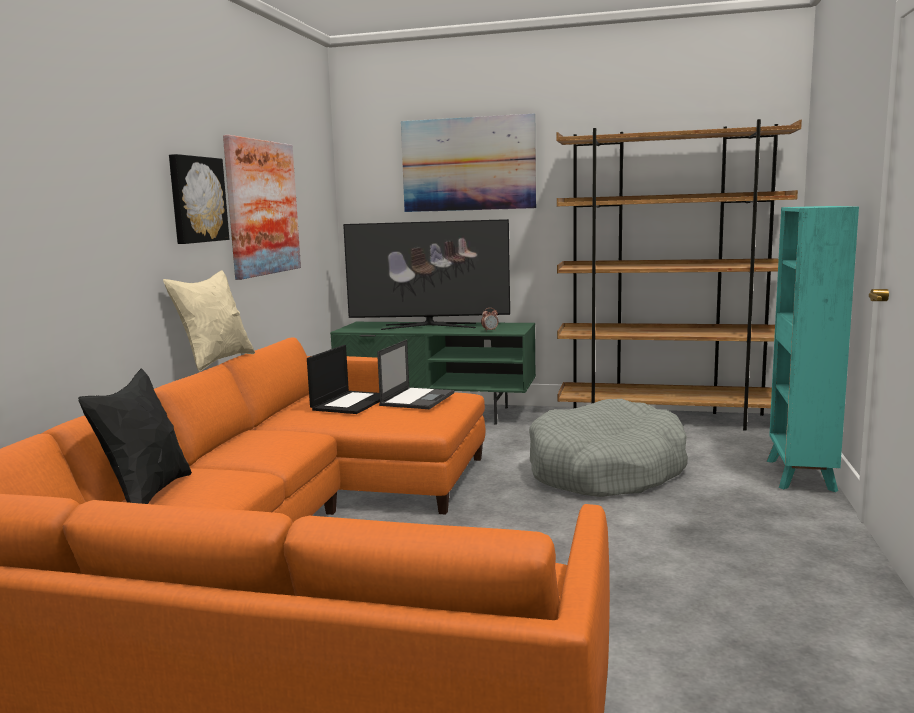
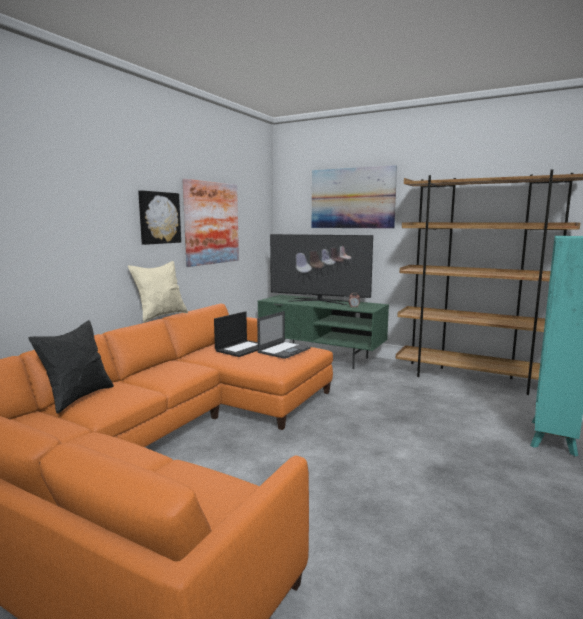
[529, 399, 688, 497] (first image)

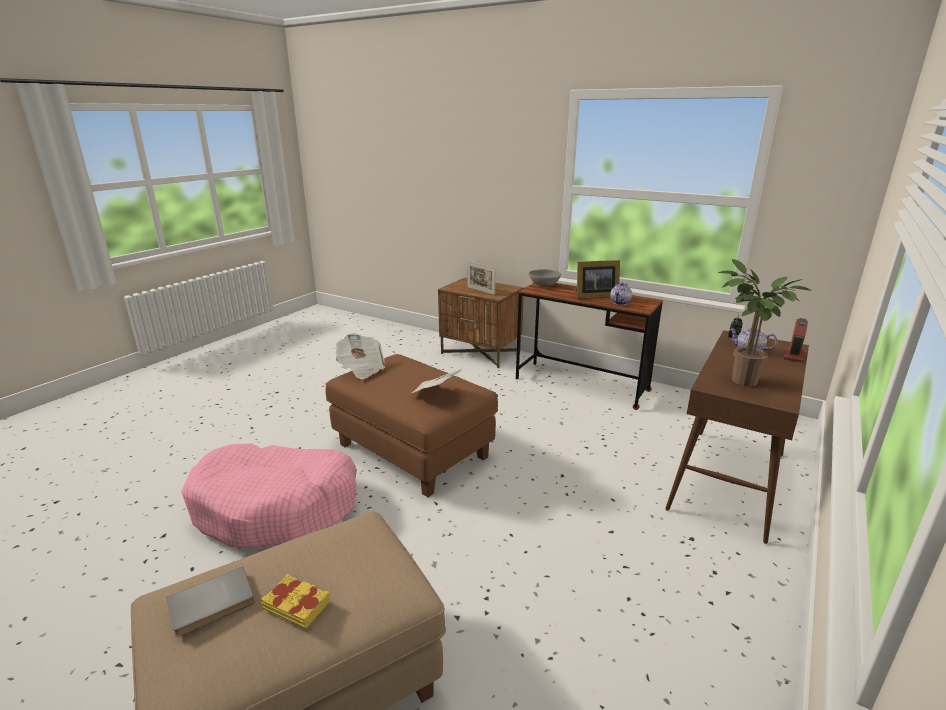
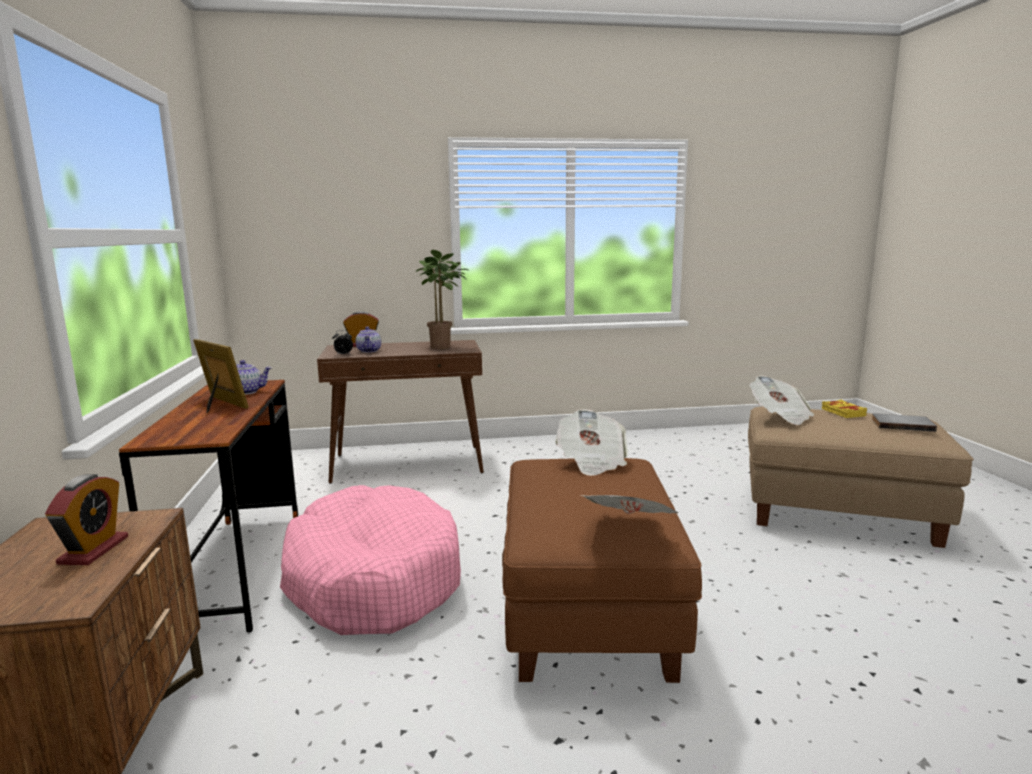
[529, 269, 561, 287] (first image)
[750, 375, 814, 425]
[280, 485, 461, 635]
[45, 474, 128, 565]

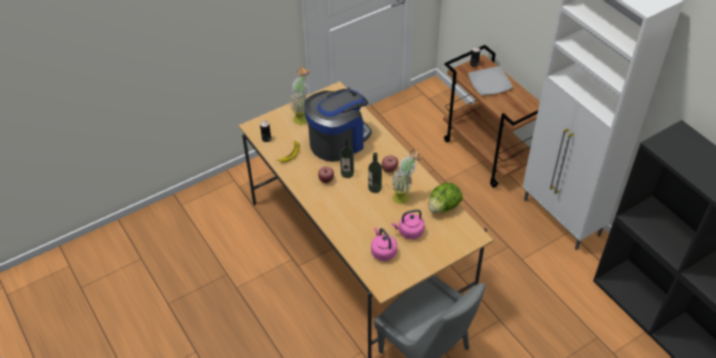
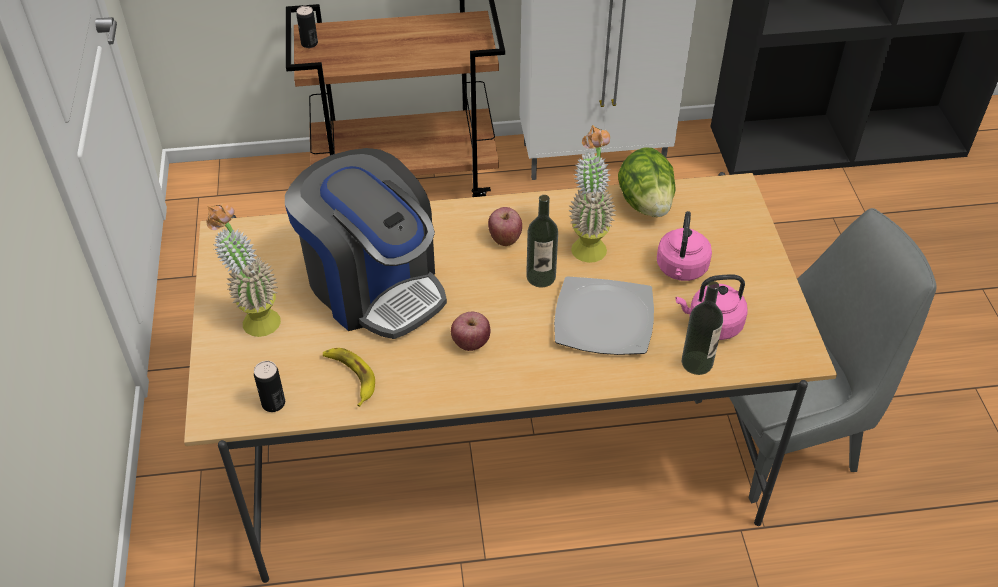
[682, 281, 723, 375]
[554, 276, 654, 355]
[285, 148, 447, 339]

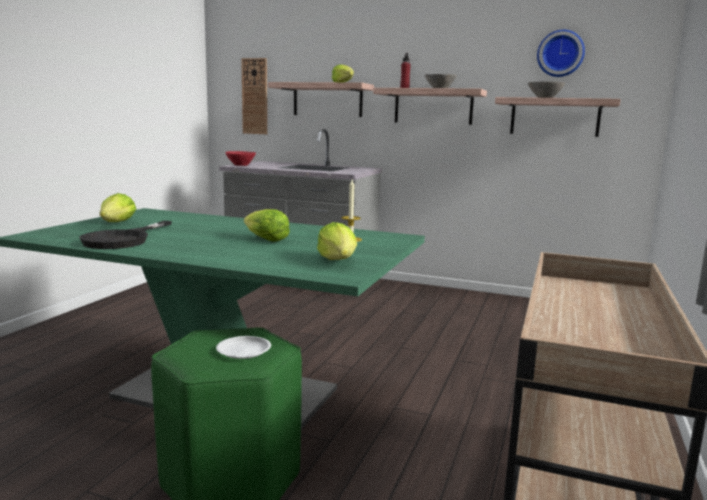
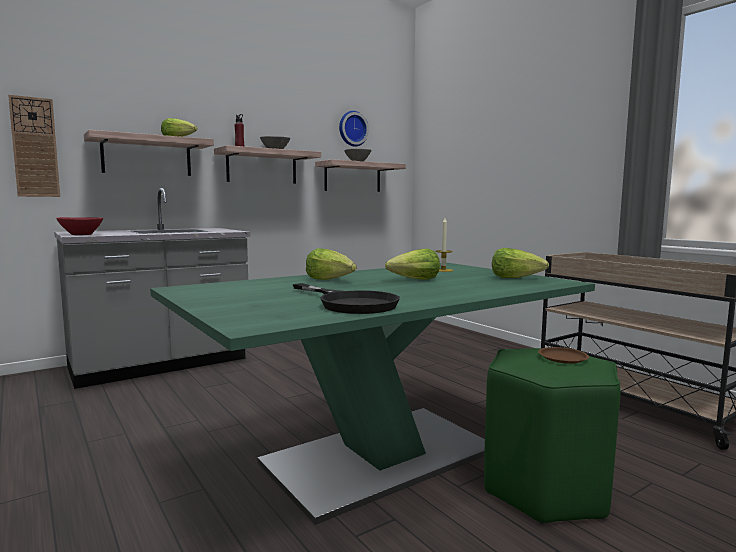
[306, 248, 356, 280]
[538, 347, 589, 364]

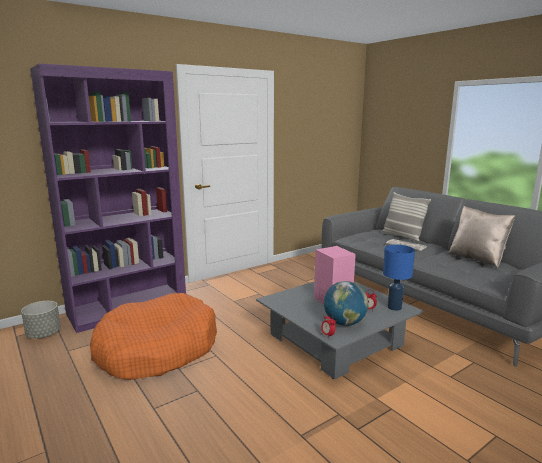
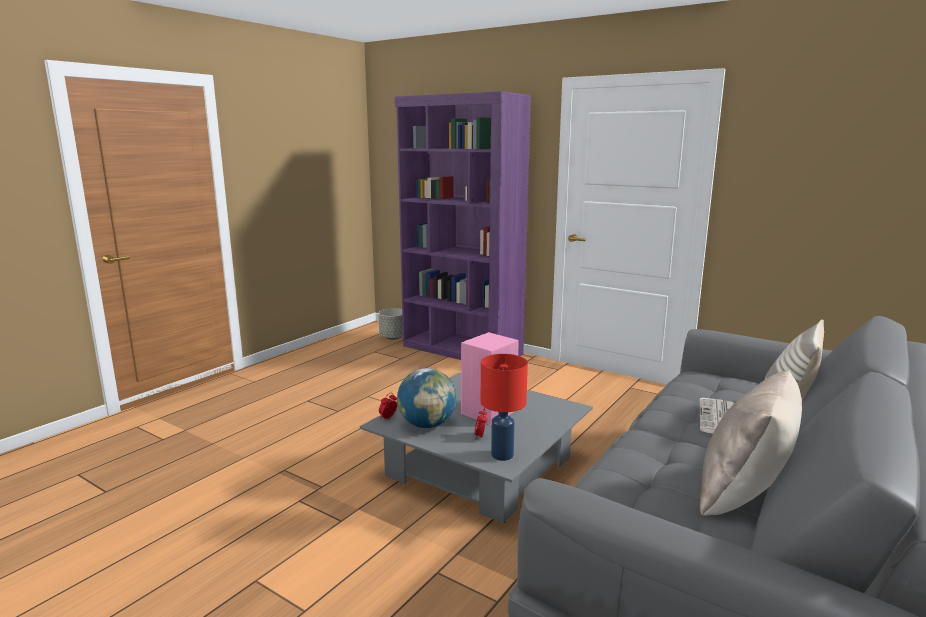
[90, 293, 217, 380] (first image)
[481, 354, 528, 461]

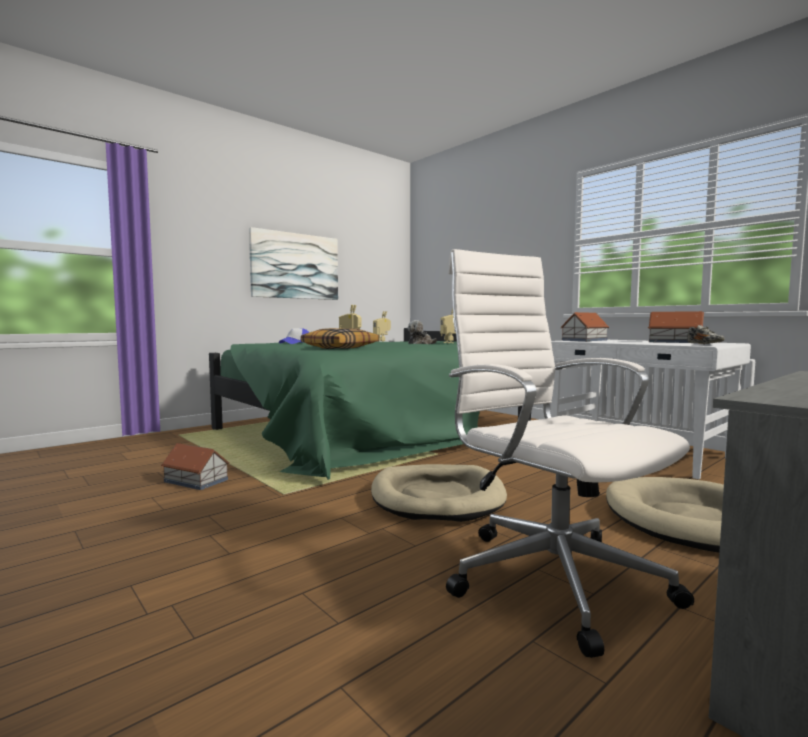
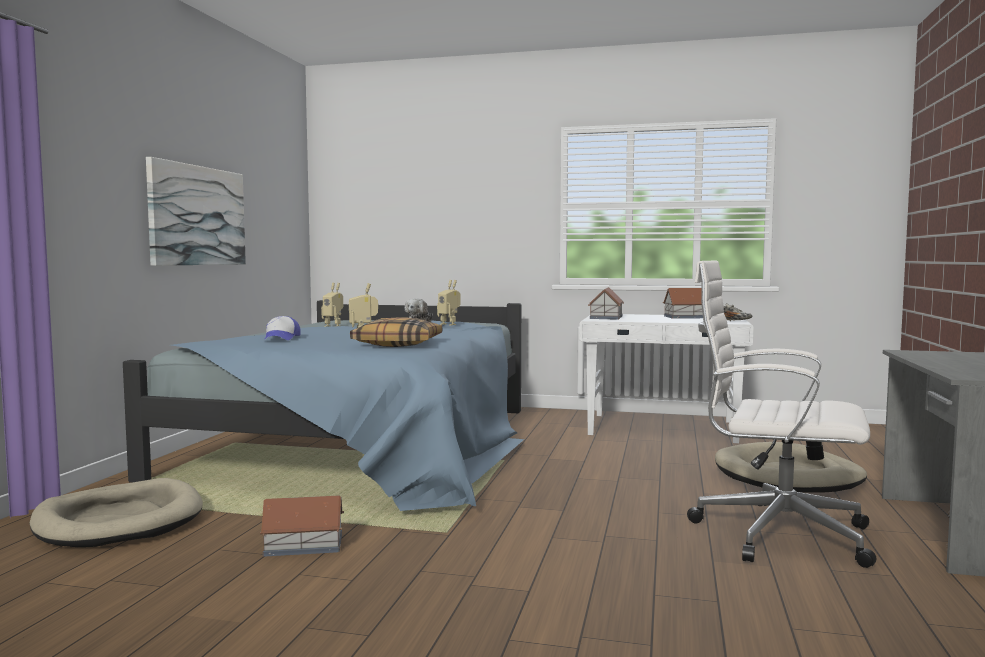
[30, 478, 203, 547]
[123, 300, 524, 511]

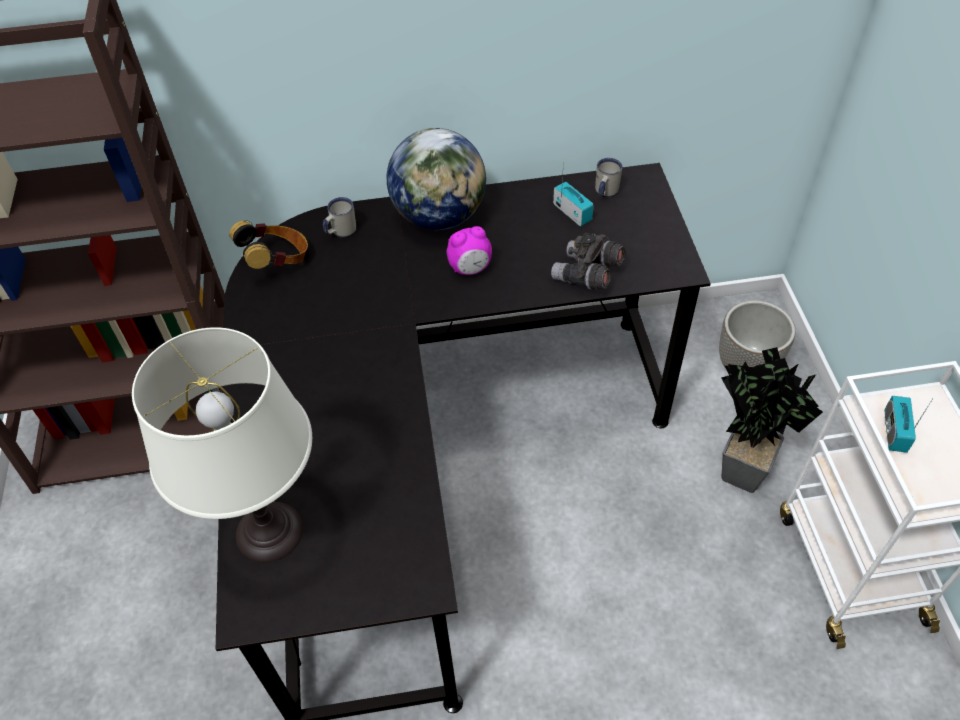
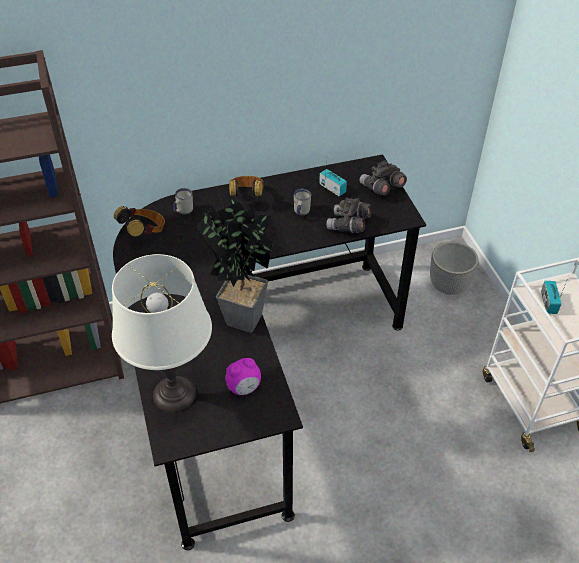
[359, 160, 407, 195]
[225, 358, 261, 395]
[294, 189, 311, 215]
[197, 194, 273, 333]
[229, 176, 264, 196]

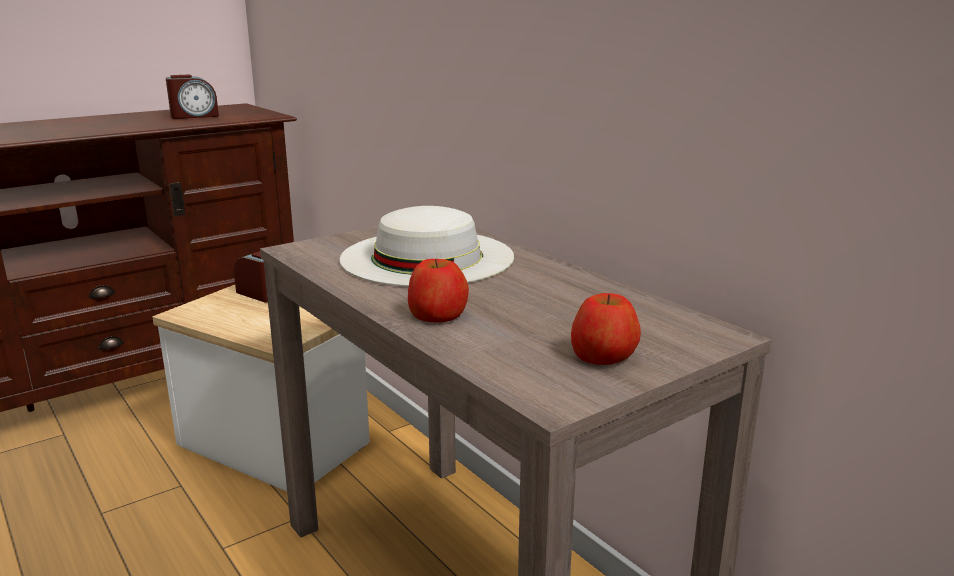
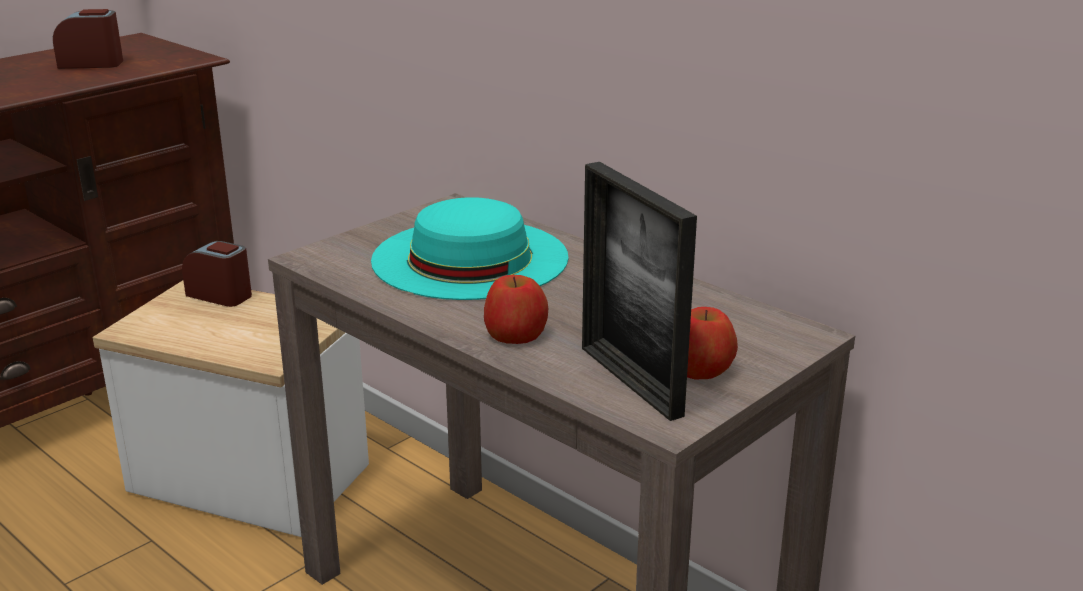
[582, 162, 697, 421]
[371, 197, 569, 300]
[53, 9, 123, 69]

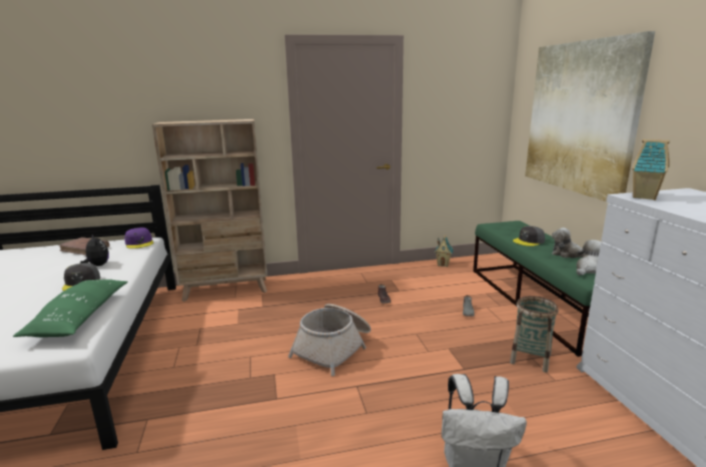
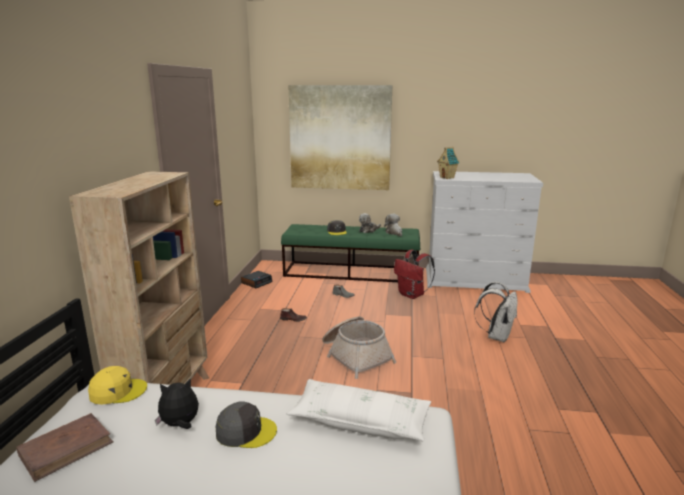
[241, 271, 273, 288]
[394, 250, 435, 299]
[286, 379, 431, 441]
[88, 366, 147, 405]

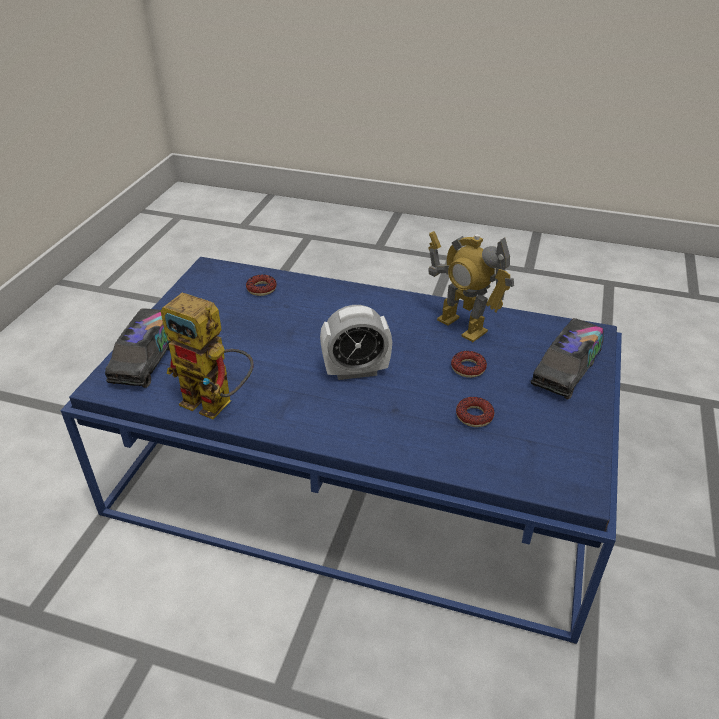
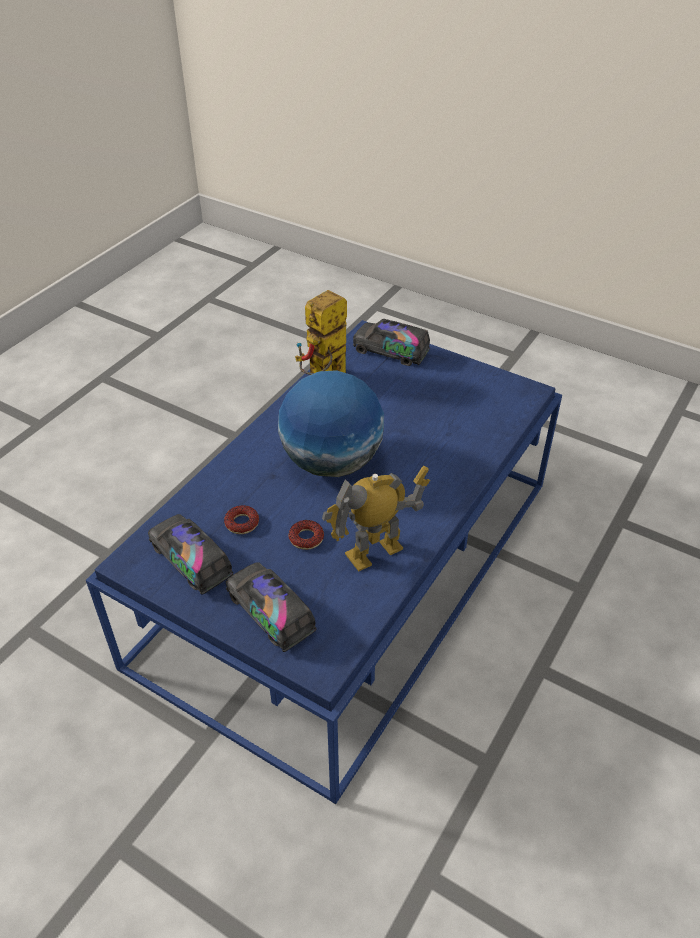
[246, 274, 277, 296] (first image)
[148, 514, 233, 595]
[278, 370, 384, 477]

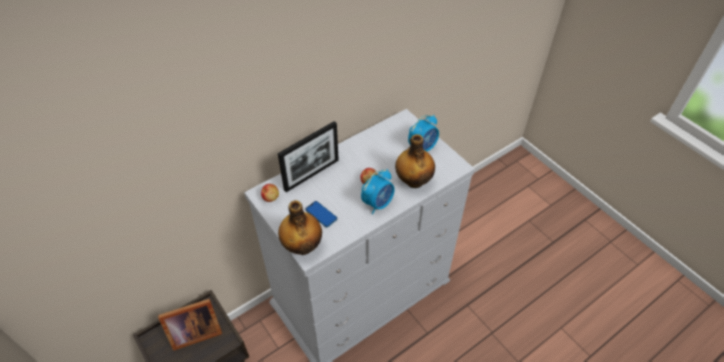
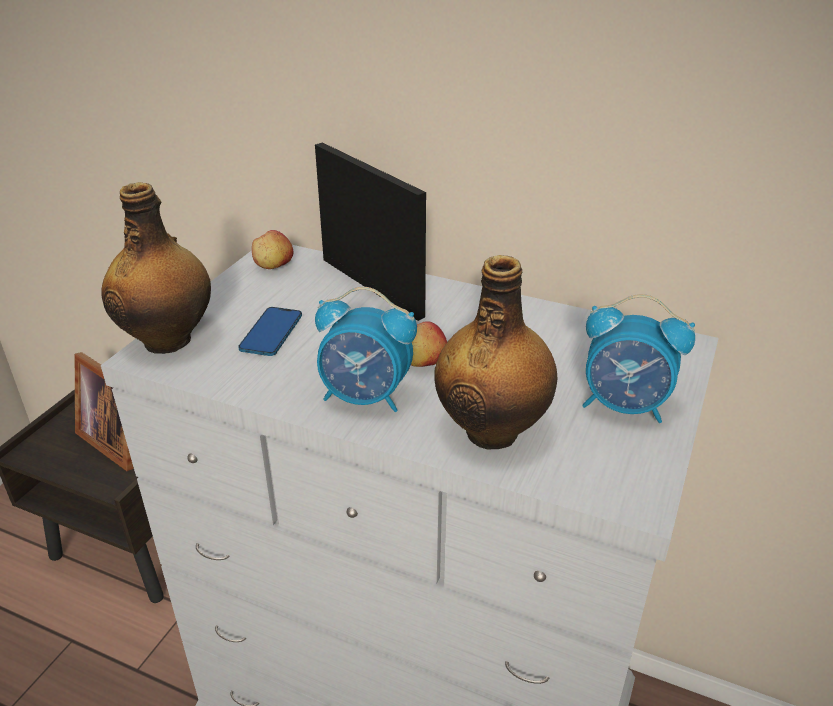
[315, 143, 426, 321]

